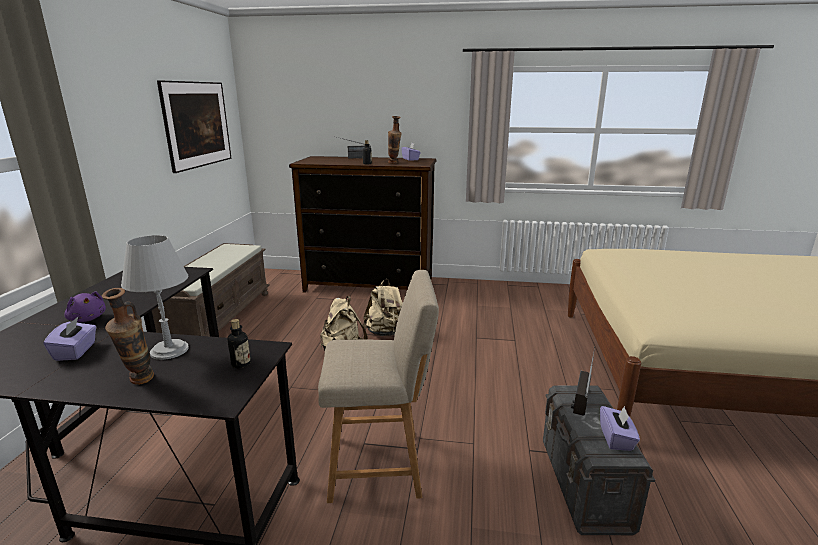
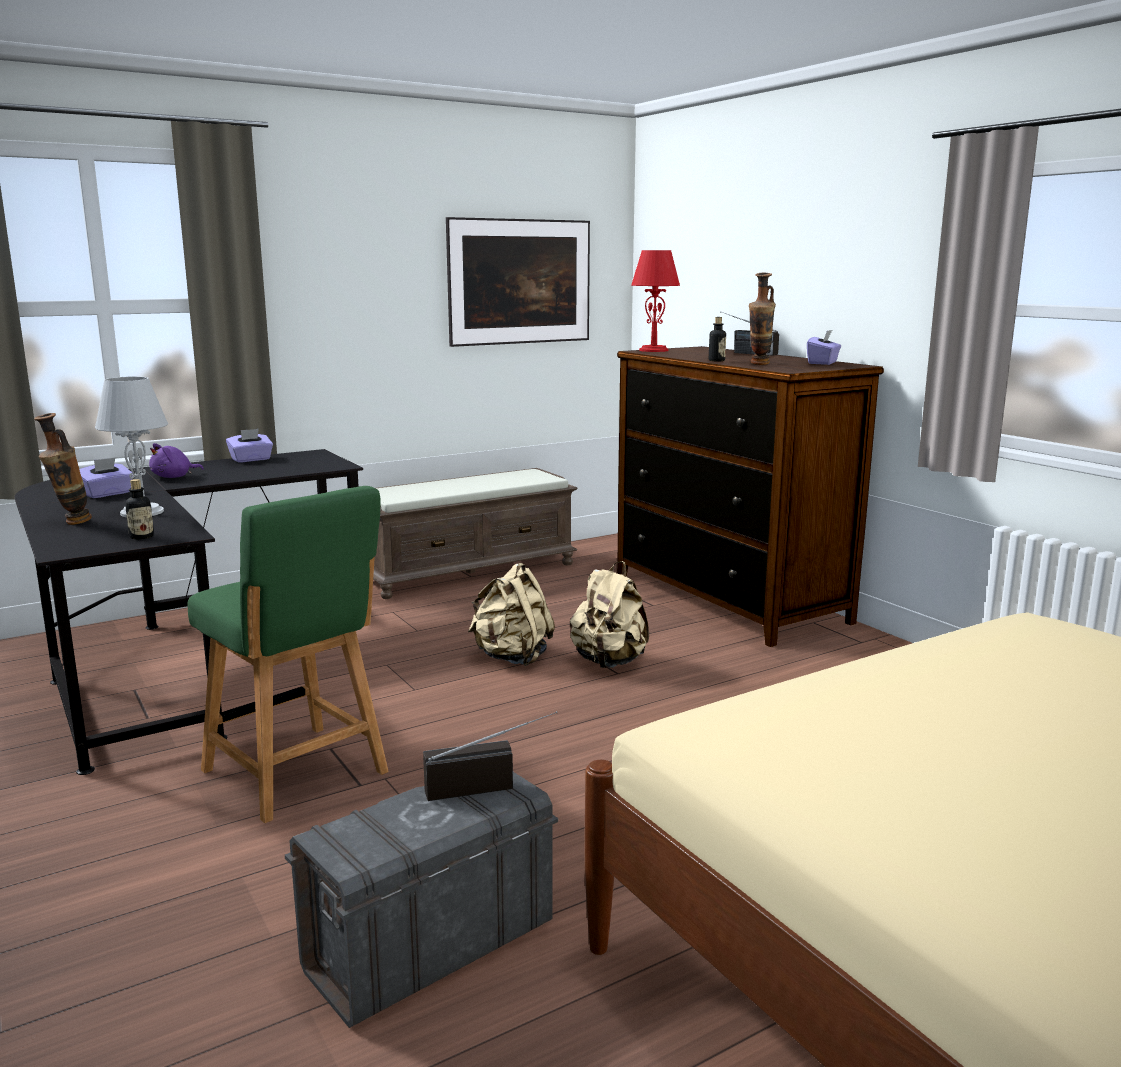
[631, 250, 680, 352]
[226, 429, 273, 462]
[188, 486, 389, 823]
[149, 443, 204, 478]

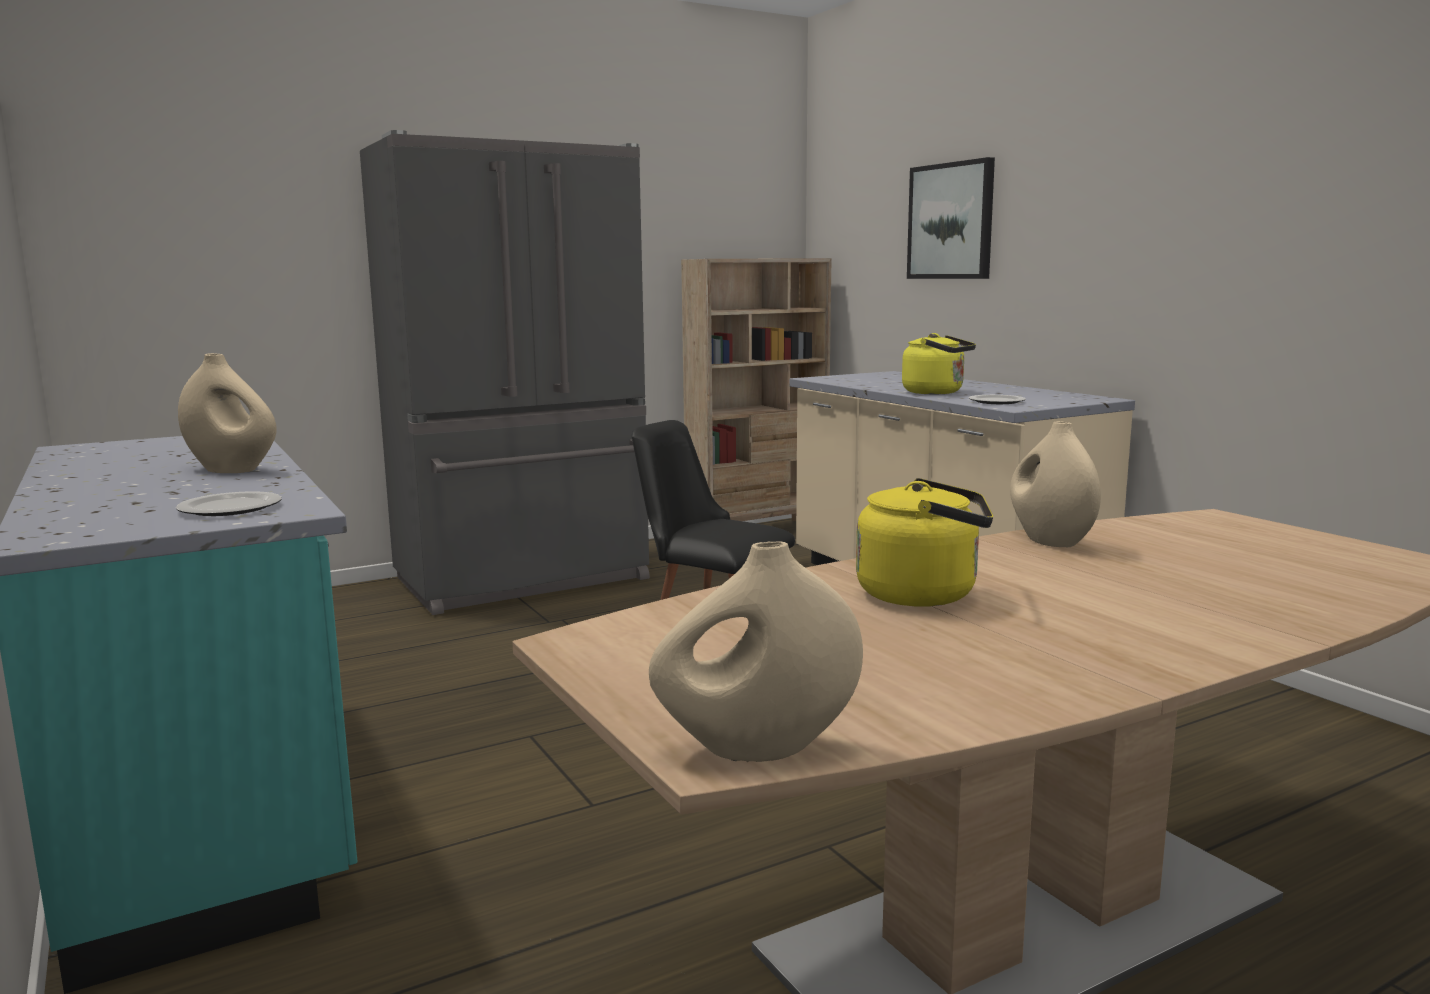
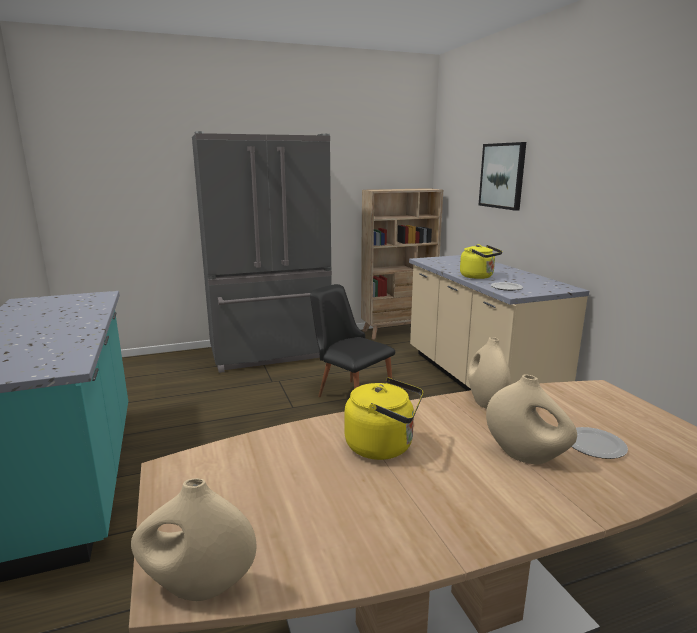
[572, 427, 628, 459]
[486, 374, 577, 464]

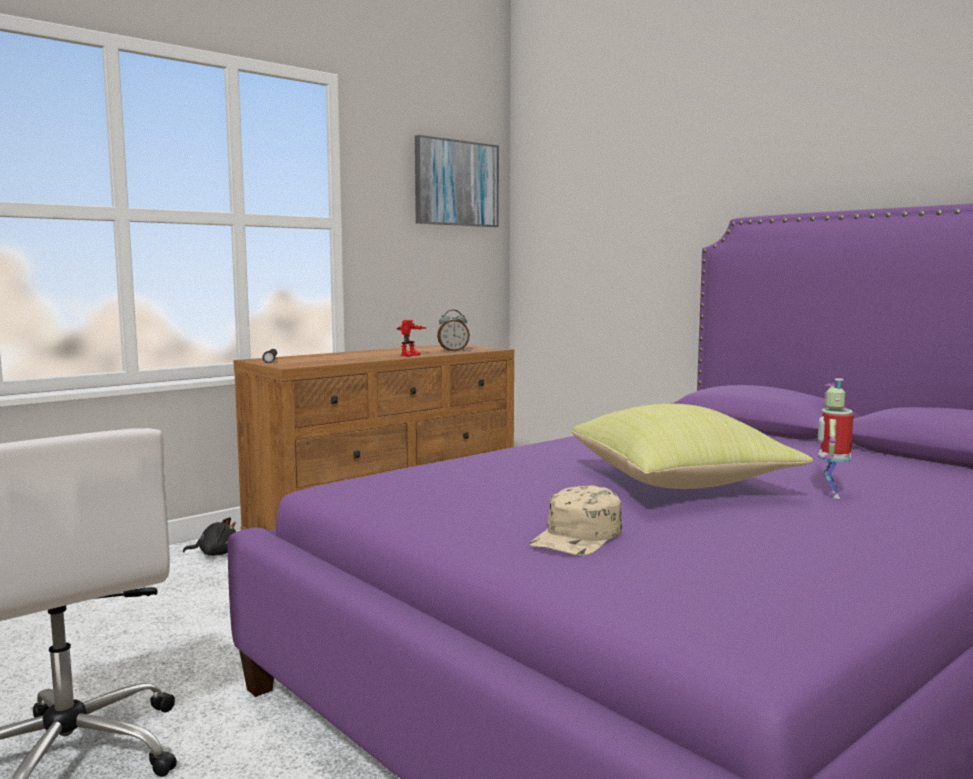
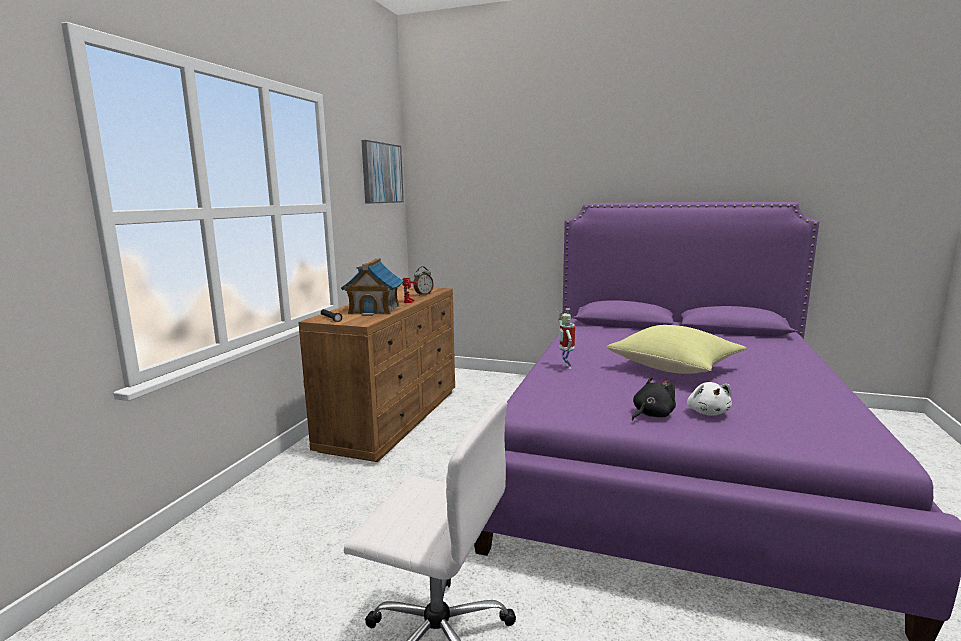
[341, 259, 403, 316]
[632, 376, 676, 421]
[557, 308, 575, 369]
[687, 382, 732, 416]

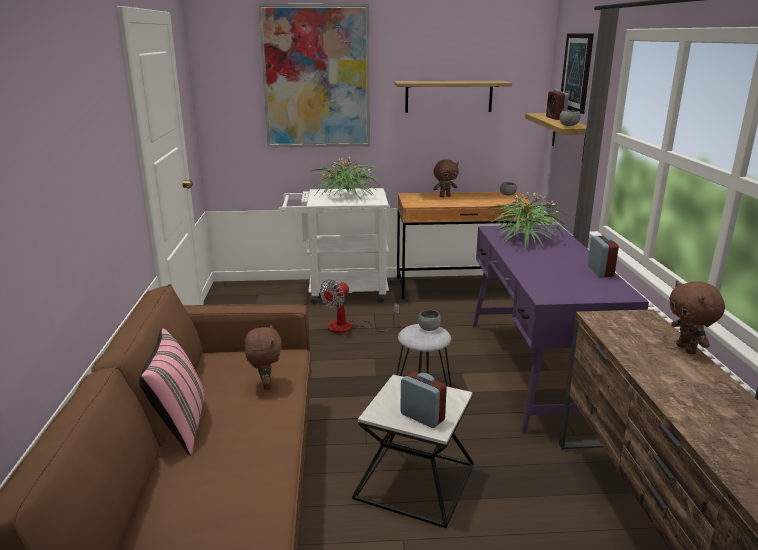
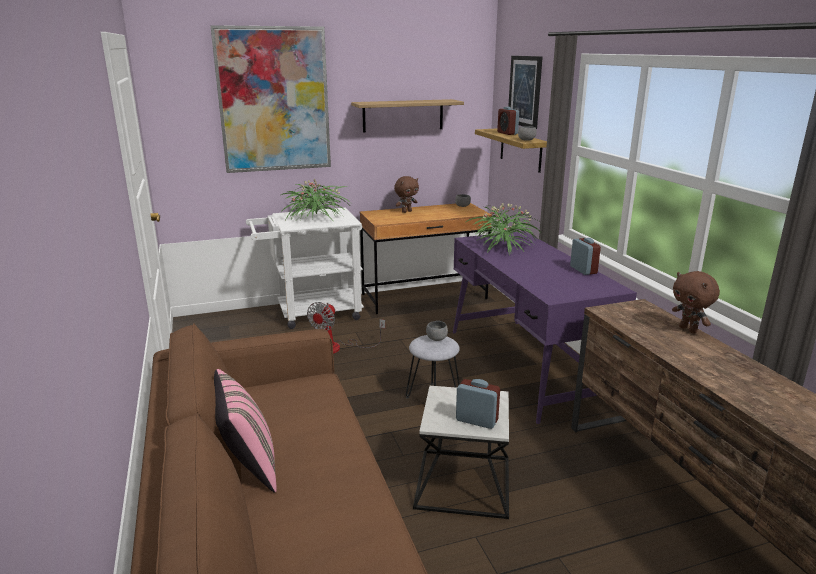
[245, 324, 282, 390] (first image)

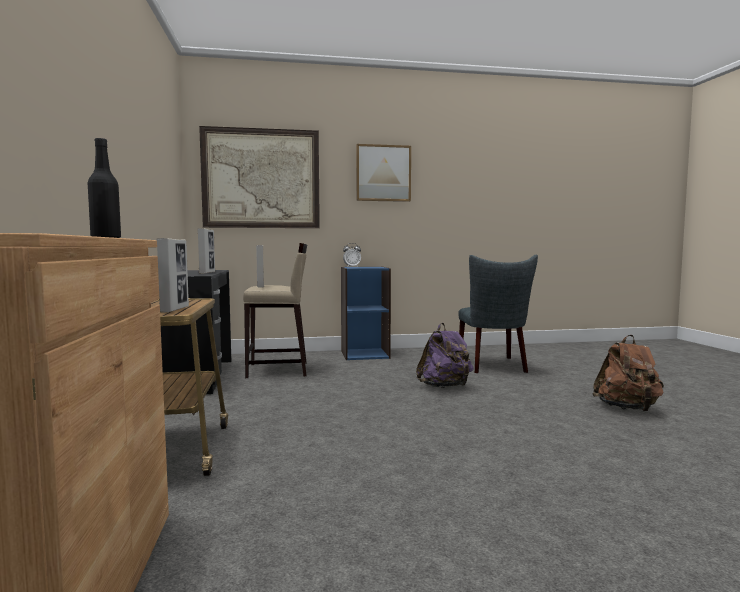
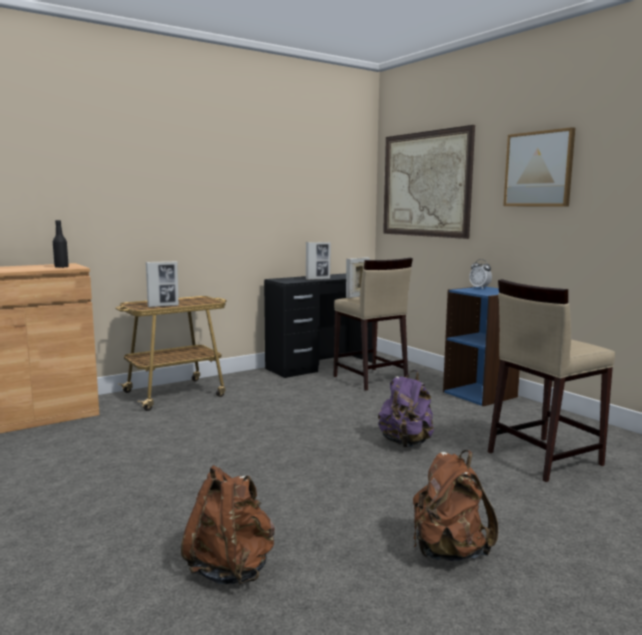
[181, 465, 275, 584]
[488, 279, 615, 482]

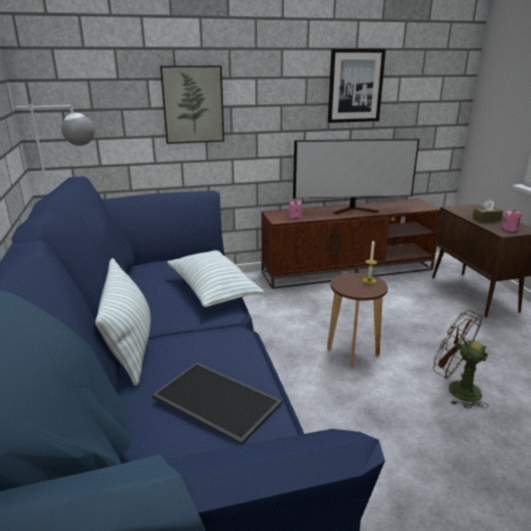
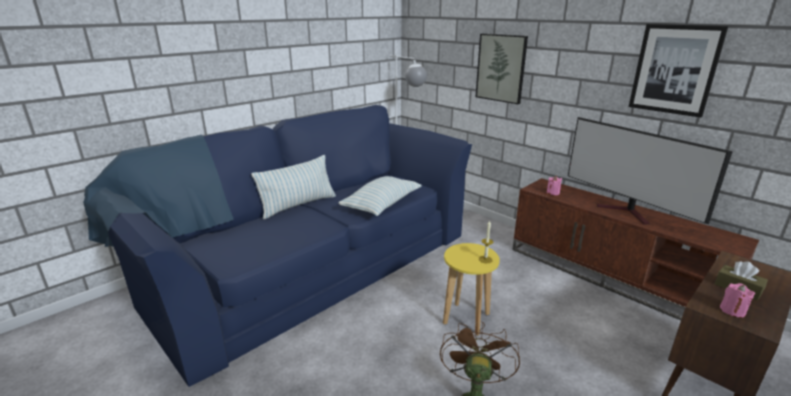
[152, 362, 282, 445] (first image)
[443, 243, 500, 336]

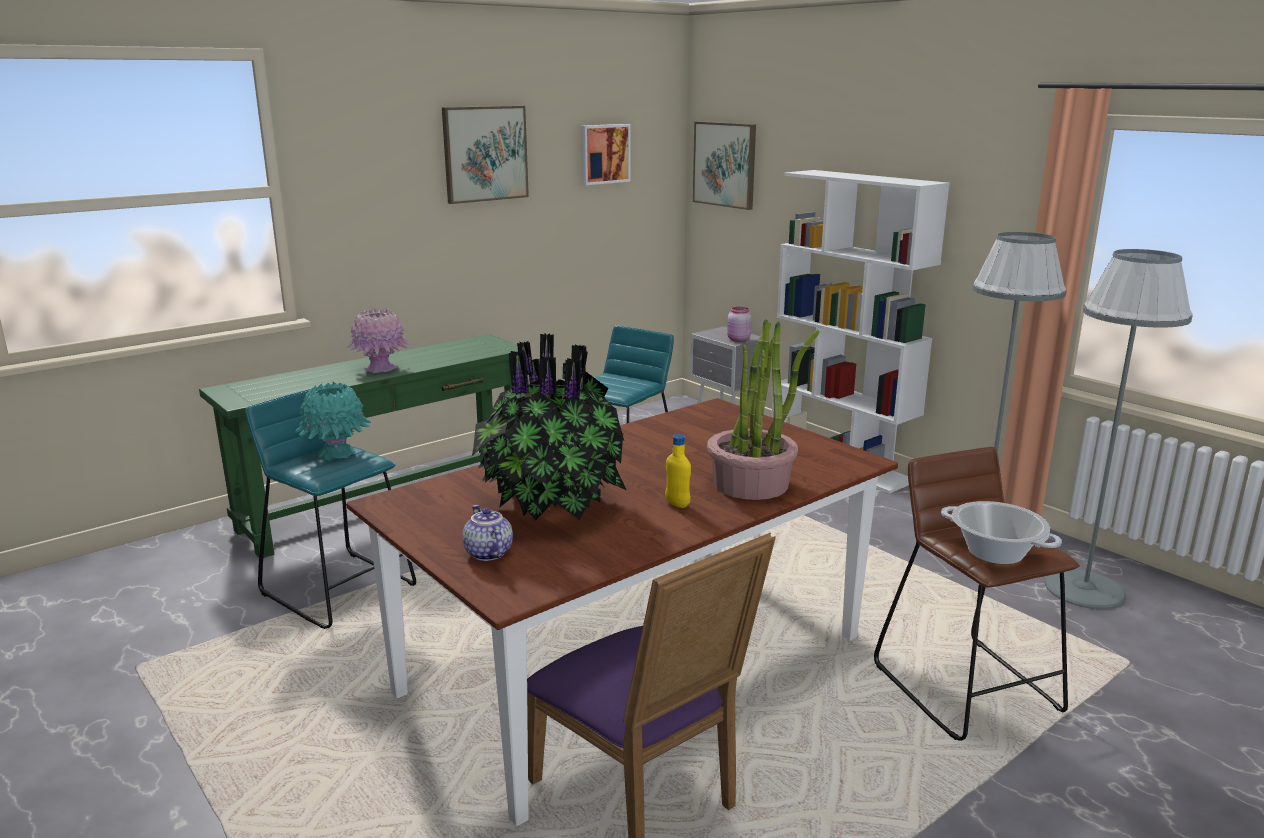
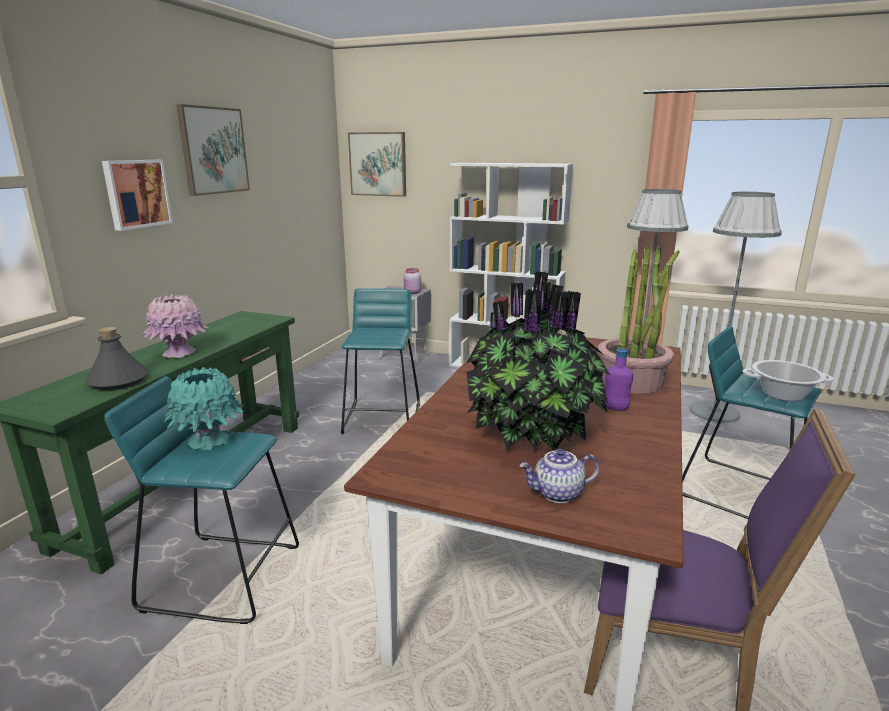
[85, 327, 149, 390]
[102, 160, 173, 231]
[605, 348, 633, 411]
[682, 326, 821, 519]
[519, 449, 600, 503]

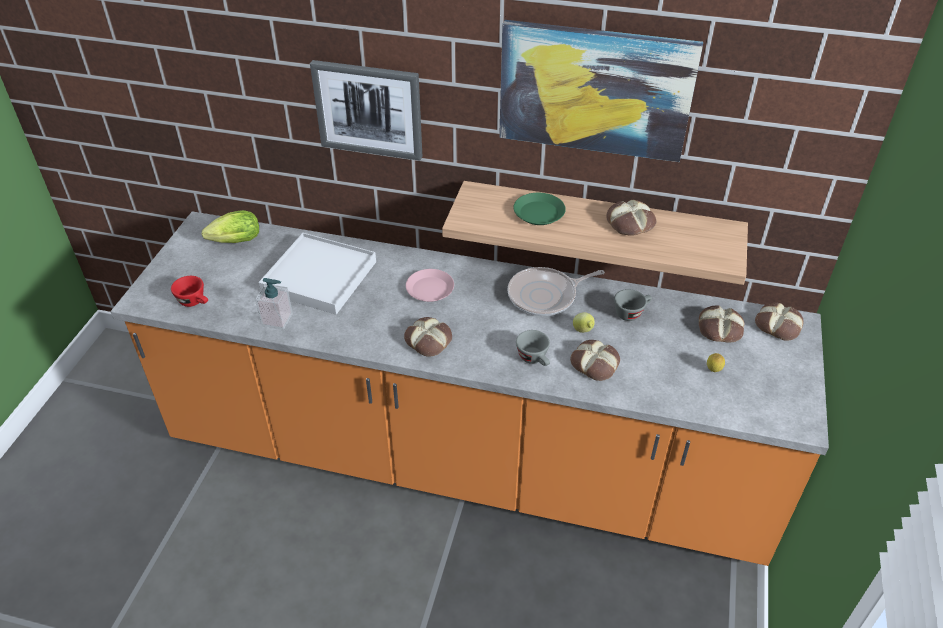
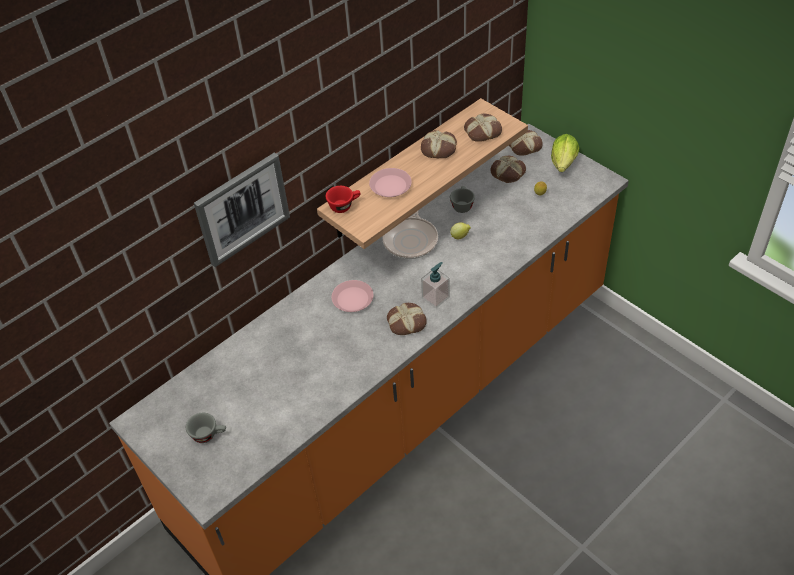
[259, 233, 376, 315] (first image)
[499, 20, 703, 162] (first image)
[326, 186, 361, 213]
[551, 134, 579, 172]
[421, 262, 450, 308]
[186, 413, 226, 443]
[464, 114, 502, 142]
[369, 168, 412, 197]

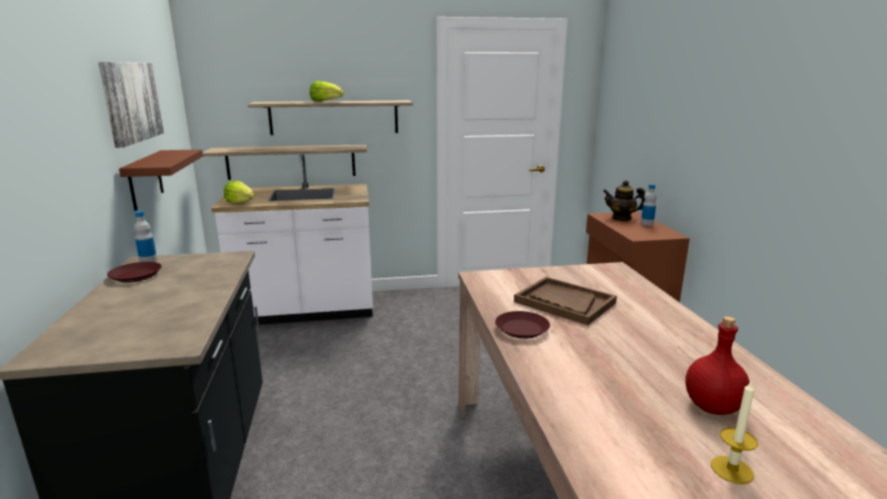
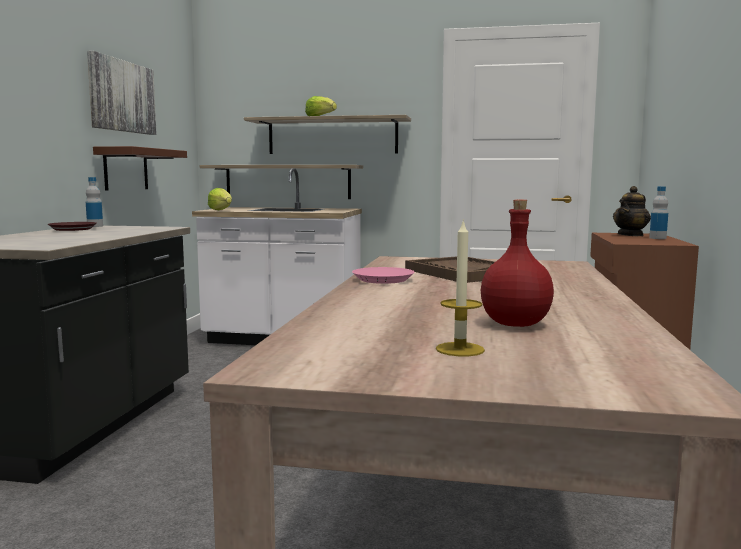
[352, 267, 415, 284]
[613, 186, 651, 236]

